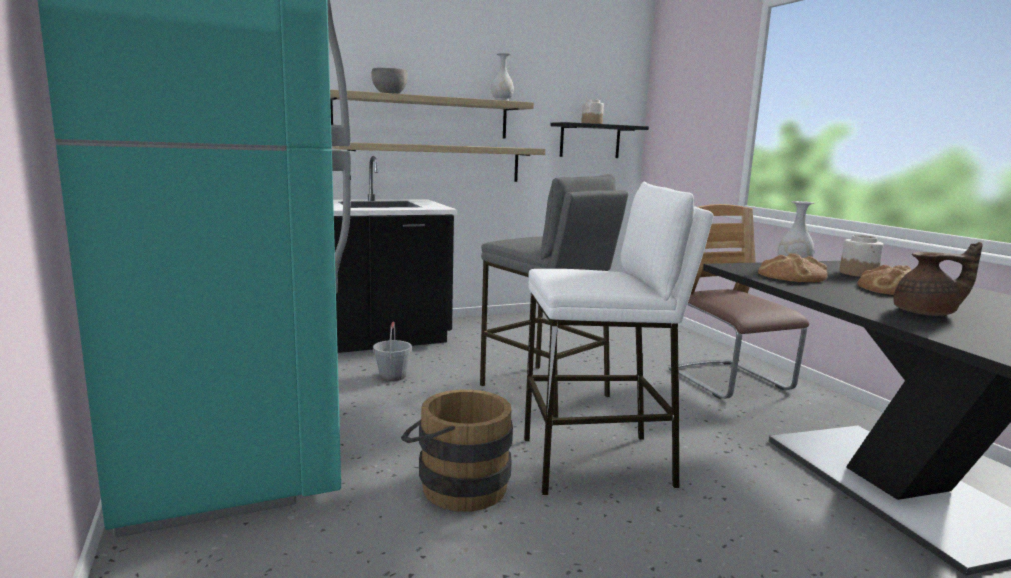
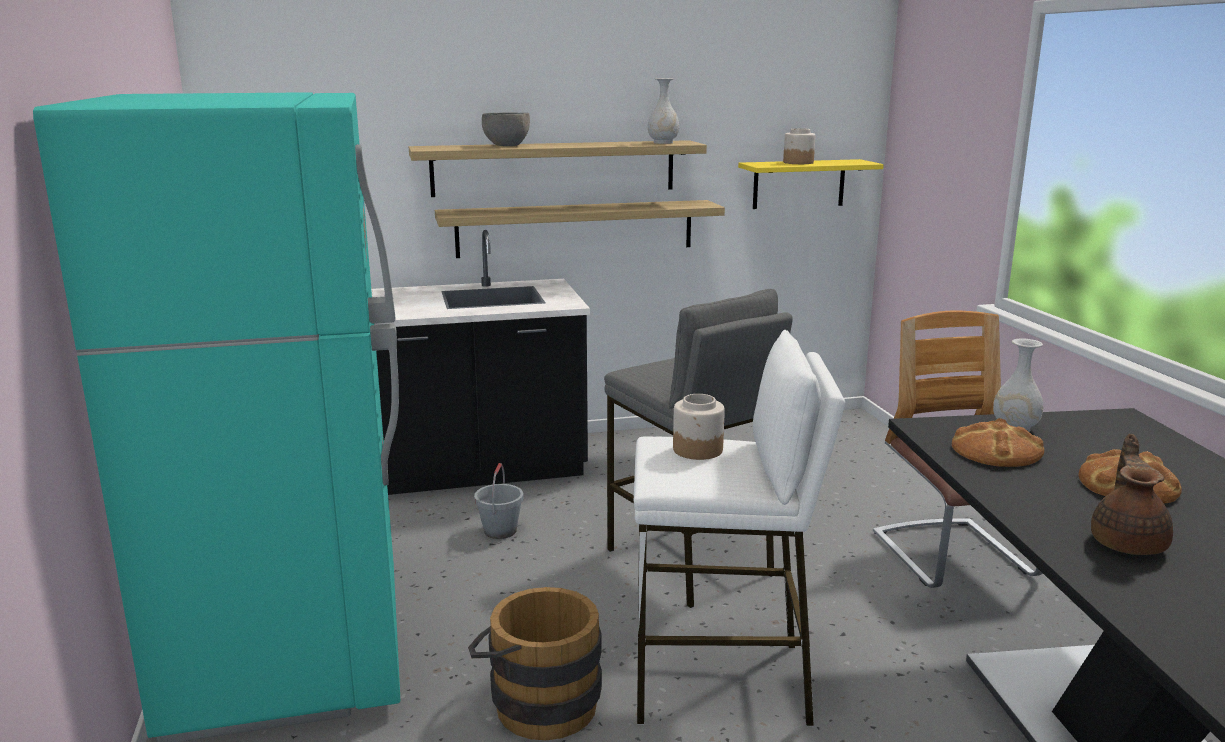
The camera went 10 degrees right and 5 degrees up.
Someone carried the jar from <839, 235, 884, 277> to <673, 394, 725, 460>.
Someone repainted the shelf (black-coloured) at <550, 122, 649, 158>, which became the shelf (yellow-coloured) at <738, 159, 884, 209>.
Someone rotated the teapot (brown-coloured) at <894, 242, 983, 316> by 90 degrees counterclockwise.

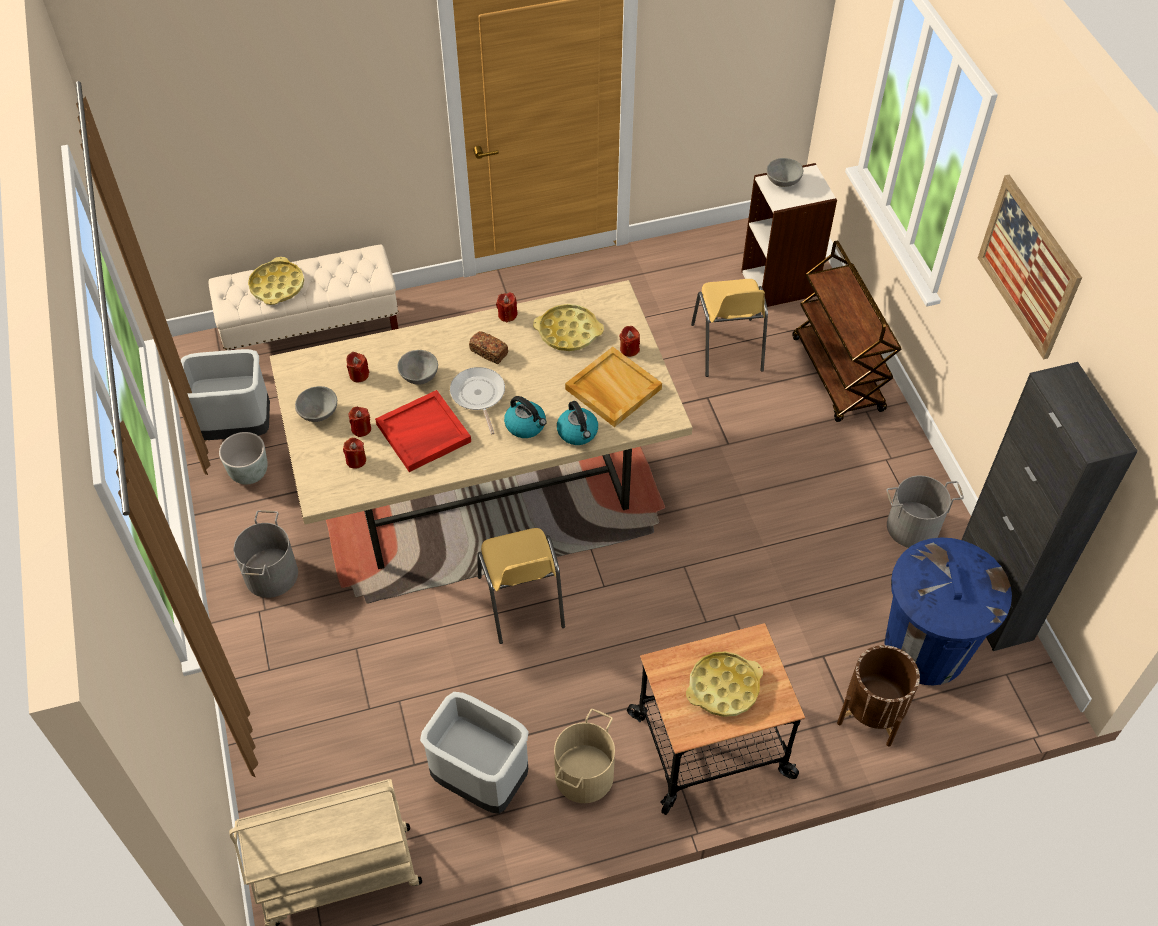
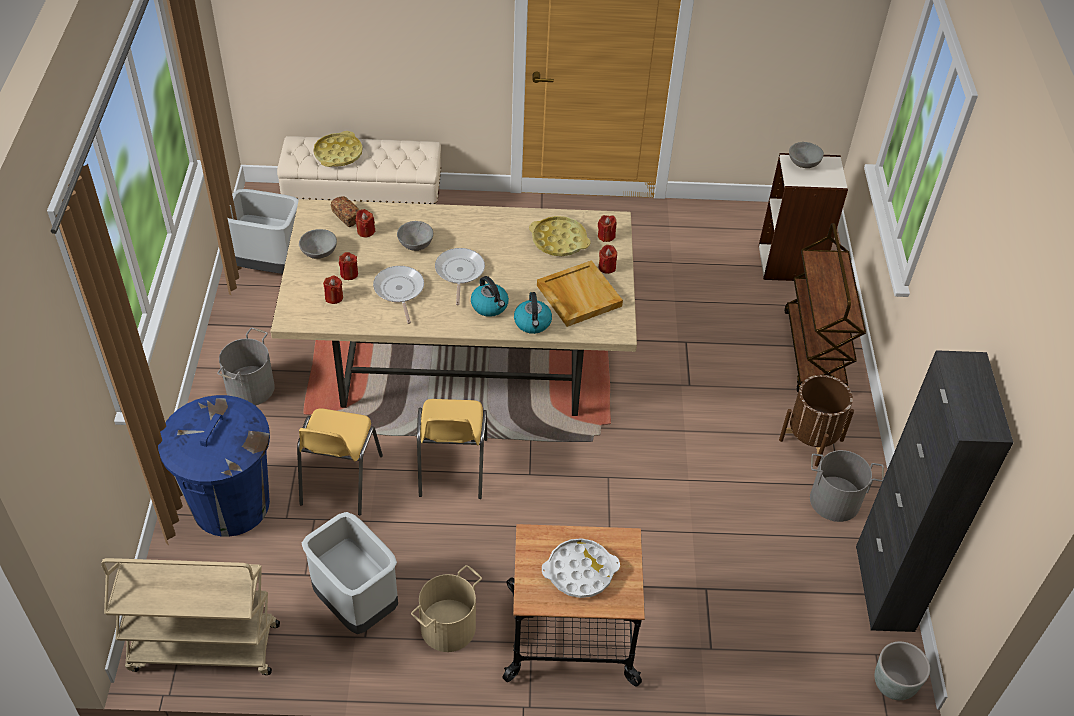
The camera went 15 degrees right and 5 degrees down.
Someone carried the waste bin (blue) from <885, 537, 1012, 685> to <158, 395, 270, 537>.
Someone carried the upright chair (yellow-coloured) from <691, 279, 768, 377> to <297, 408, 383, 515>.
Someone carried the bread from <469, 331, 508, 364> to <331, 196, 359, 227>.
Someone swapped the serving tray (reddish) at <375, 390, 471, 472> for the skillet at <373, 266, 424, 324>.
Someone repainted the serving tray (yellow-coloured) at <686, 651, 763, 717>, which became the serving tray (whitish) at <542, 538, 620, 598>.
Someone carried the candle (reddish) from <496, 292, 518, 322> to <598, 215, 616, 242>.
Someone carried the plant pot (brown-coloured) from <837, 645, 920, 747> to <779, 375, 854, 467>.
Someone carried the plant pot (grey) from <219, 432, 268, 485> to <875, 642, 930, 700>.
Someone took away the wall picture at <978, 175, 1082, 359>.

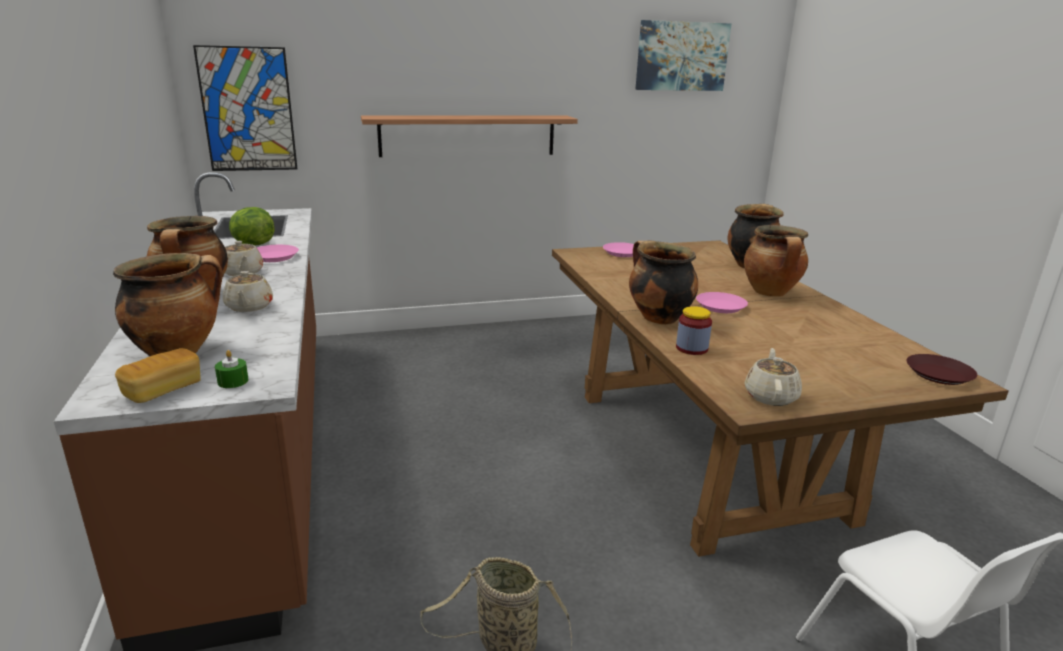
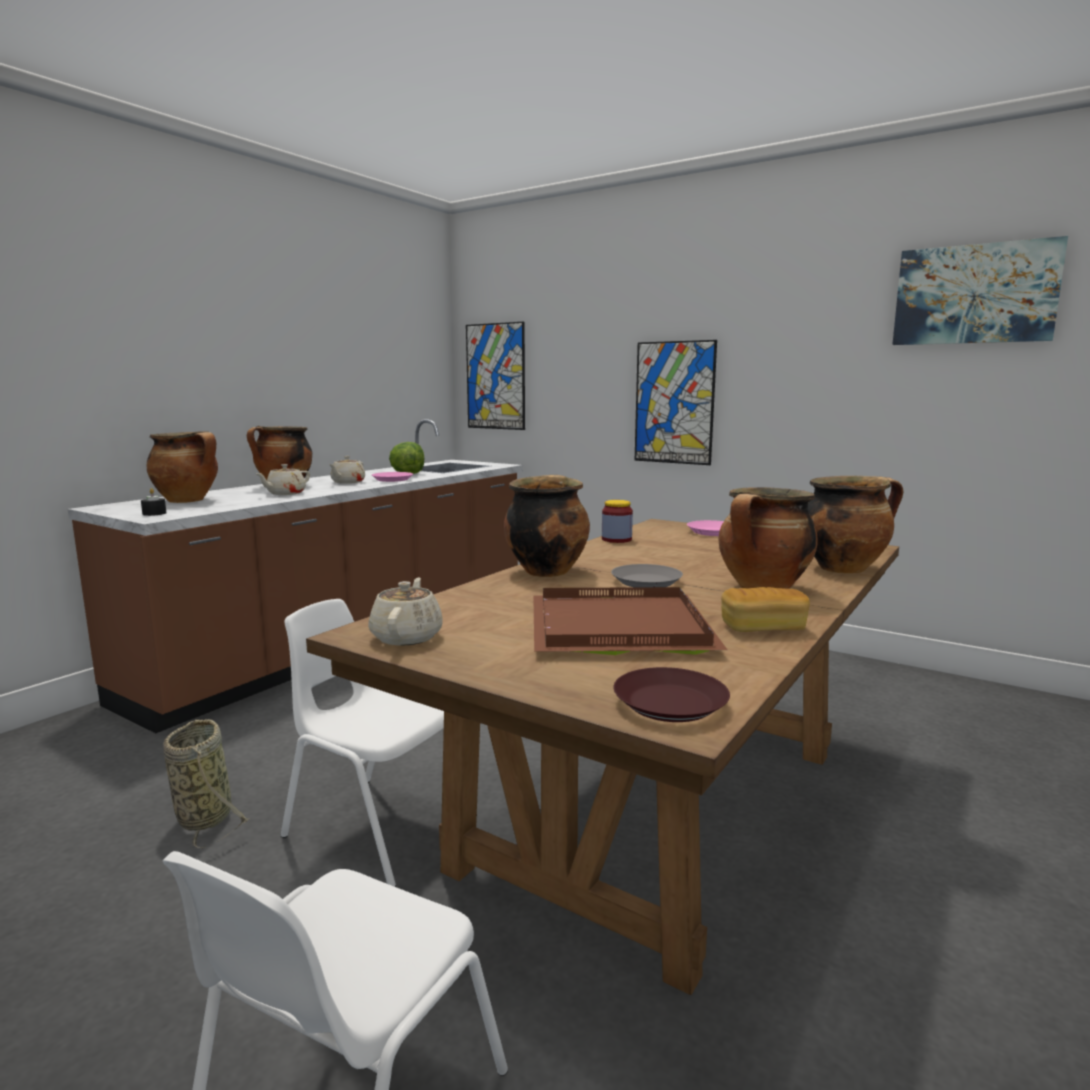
The camera went 50 degrees right and 10 degrees down.
Someone repainted the candle (green) at <215, 350, 249, 388>, which became the candle (black-coloured) at <141, 488, 166, 516>.
Someone put down the upright chair (whitish) at <281, 599, 444, 887>.
Someone rotated the teapot (beige-coloured) at <745, 348, 802, 406> by 60 degrees counterclockwise.
Someone put down the serving tray (brown-coloured) at <533, 587, 727, 655>.
Someone carried the jar from <676, 306, 712, 355> to <602, 500, 633, 543>.
Someone repainted the flat dish (pinkish) at <696, 292, 748, 313>, which became the flat dish (grey) at <611, 564, 683, 587>.
Someone swapped the shelf at <361, 115, 578, 157> for the wall picture at <635, 340, 717, 465>.
Someone carried the bread from <115, 348, 201, 403> to <721, 587, 810, 632>.

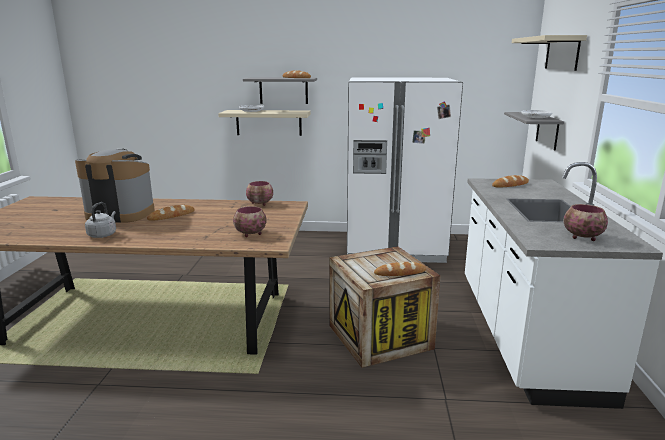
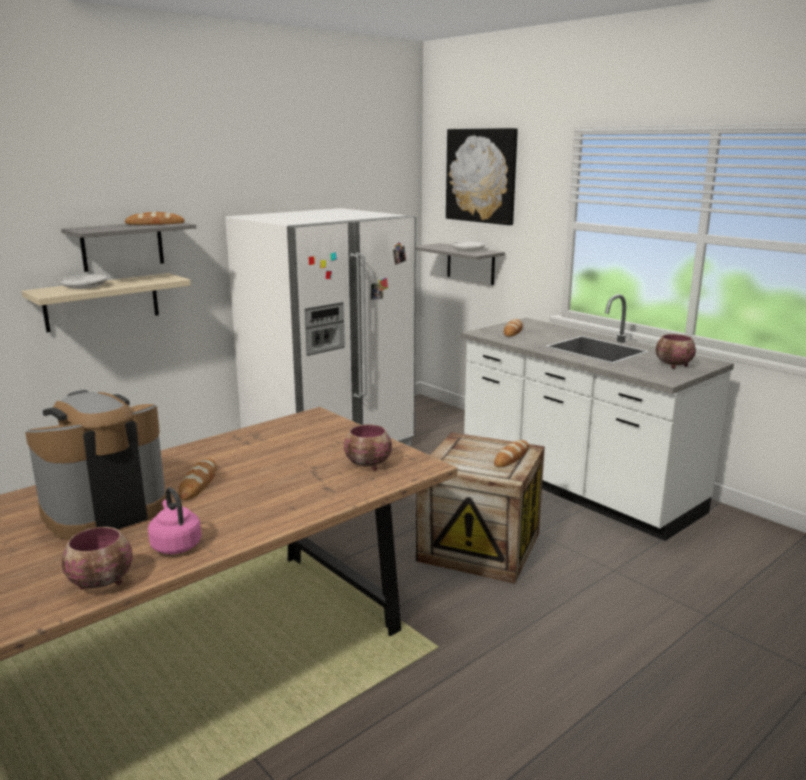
The camera went 45 degrees left and 0 degrees up.
Someone carried the bowl from <246, 181, 273, 206> to <62, 527, 133, 589>.
Someone repainted the water kettle (grey) at <85, 202, 116, 238>, which became the water kettle (pinkish) at <148, 487, 201, 554>.
Someone swapped the shelf (beige-coloured) at <512, 35, 587, 71> for the wall picture at <446, 128, 518, 225>.

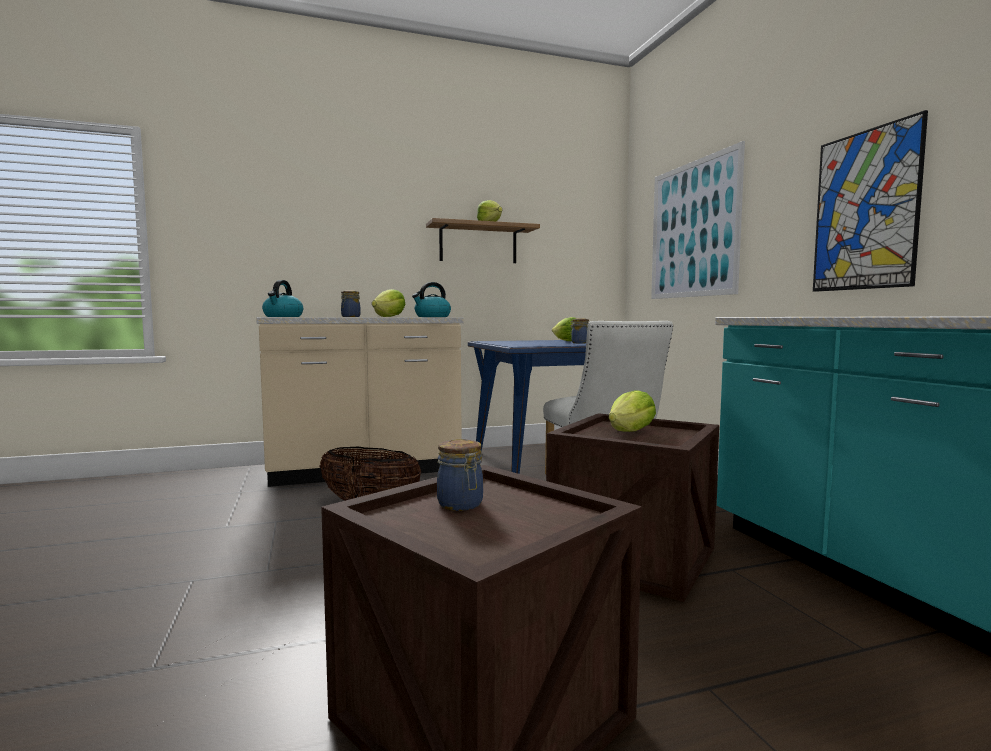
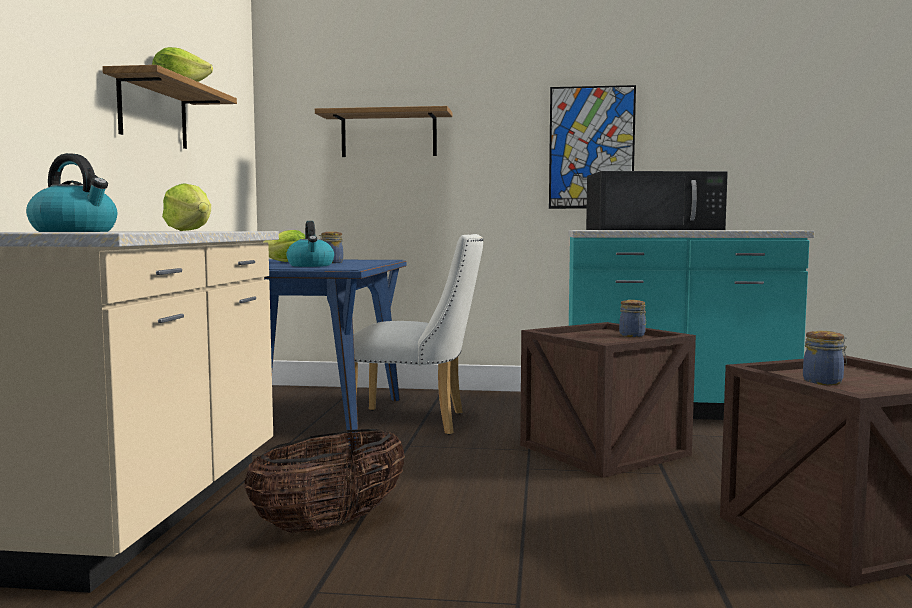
The camera went 65 degrees left and 0 degrees up.
Someone carried the water kettle from <412, 282, 451, 317> to <286, 221, 334, 267>.
Someone swapped the wall picture at <651, 141, 745, 299> for the shelf at <315, 106, 453, 157>.
Someone put down the kitchen microwave (black-coloured) at <586, 171, 728, 230>.
Someone carried the jar from <341, 290, 361, 317> to <619, 300, 646, 337>.
Someone took away the head of lettuce at <609, 390, 656, 432>.

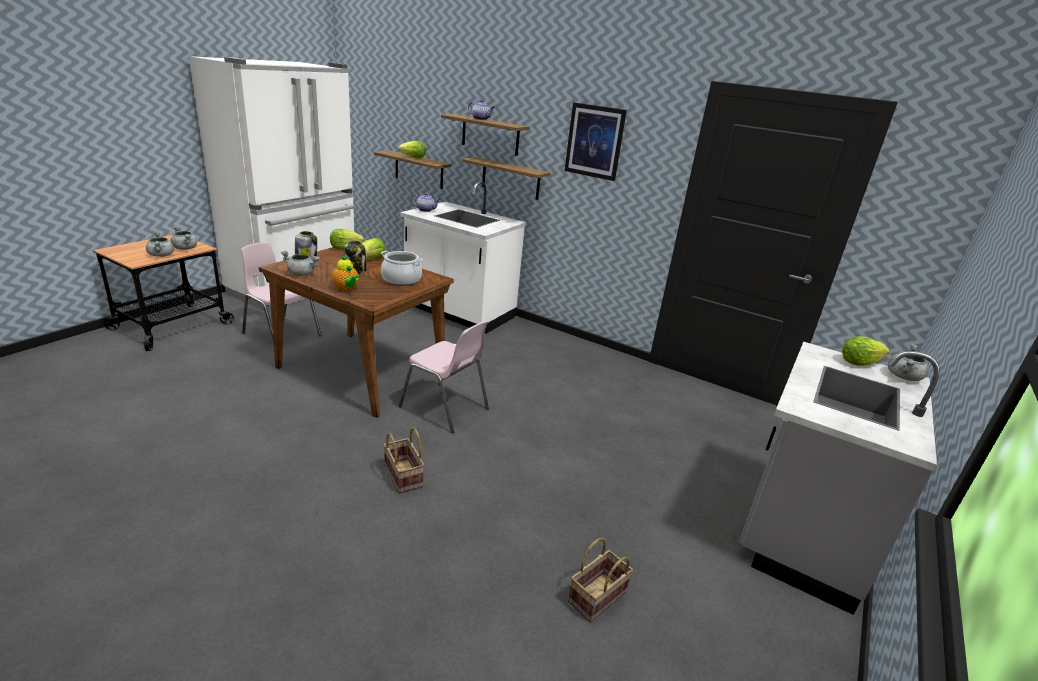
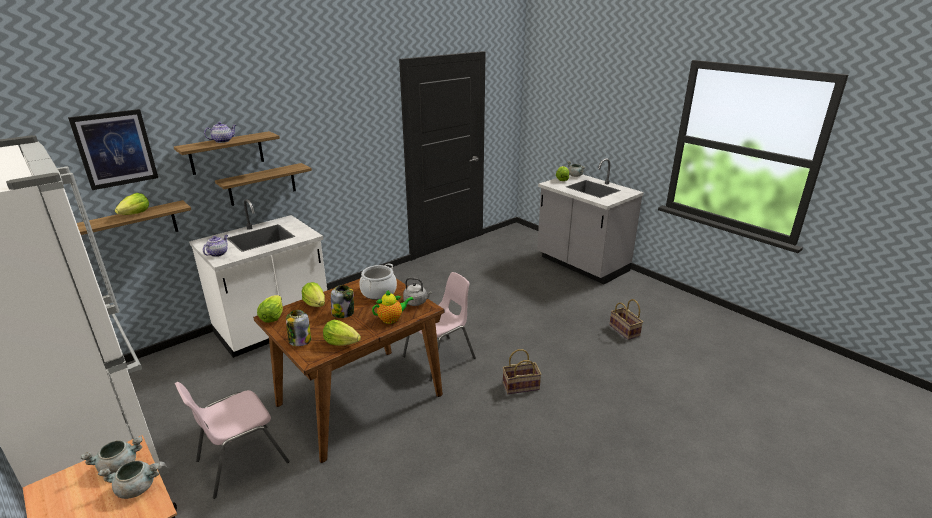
The camera went 70 degrees left and 0 degrees up.
Someone carried the wall picture from <564, 102, 627, 181> to <68, 109, 158, 190>.
Someone swapped the saucepot (grey) at <281, 251, 320, 276> for the head of lettuce at <323, 320, 361, 346>.
Someone put down the water kettle (grey) at <403, 277, 432, 306>.

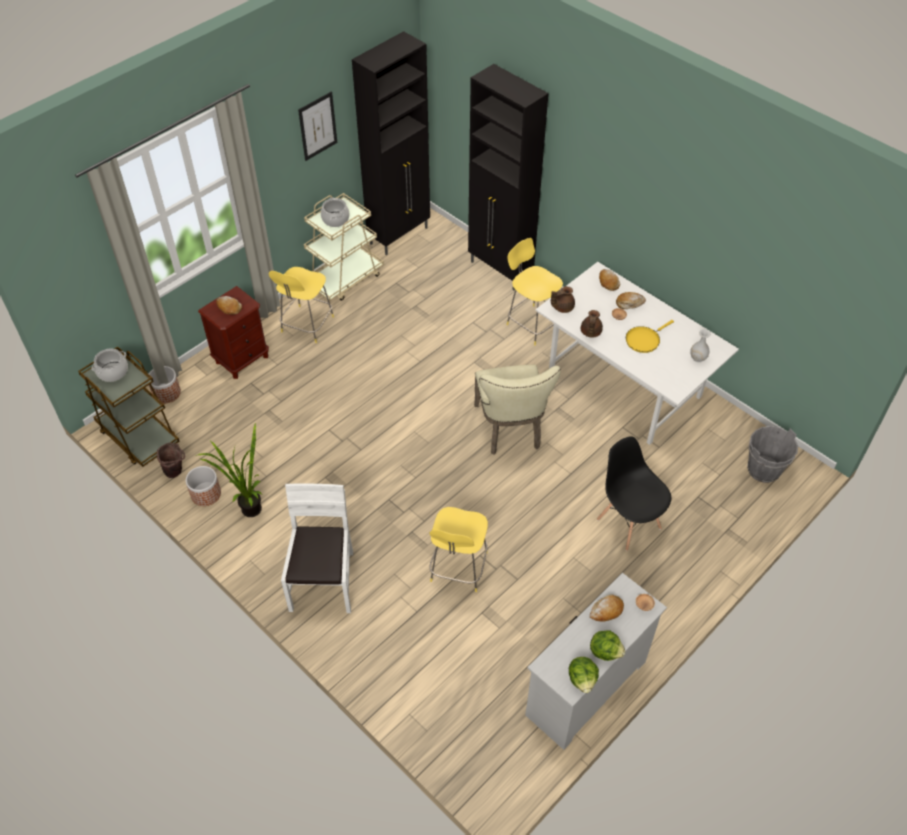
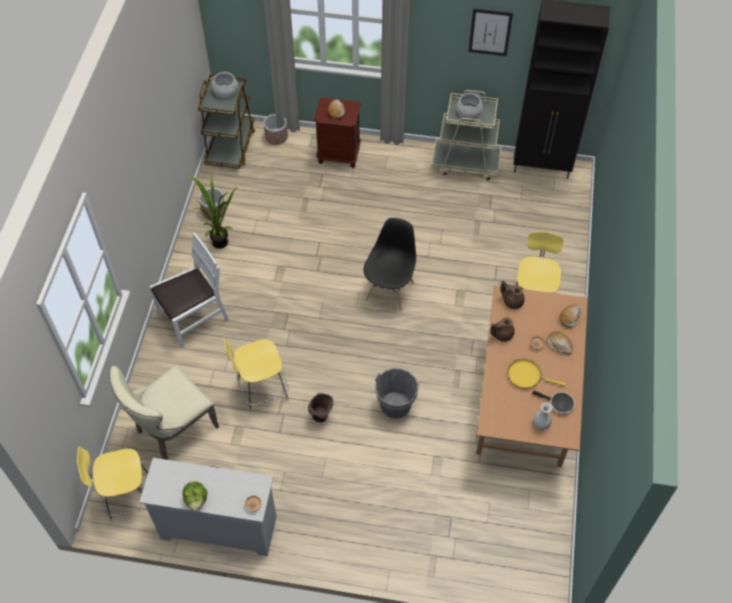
The camera went 55 degrees right and 5 degrees up.
Someone carried the stool seat (yellow-coloured) from <269, 267, 334, 343> to <77, 446, 149, 522>.
Someone carried the upright chair (beige-coloured) from <474, 365, 561, 455> to <109, 366, 219, 460>.
Someone carried the bucket (brown-coloured) from <157, 443, 185, 478> to <308, 393, 333, 422>.
Someone carried the upright chair (black-coloured) from <597, 436, 672, 551> to <364, 218, 416, 312>.
Someone carried the bucket (grey) from <747, 426, 798, 483> to <375, 368, 419, 419>.
Someone repainted the dining table (whitish) at <535, 262, 739, 445>, which became the dining table (brown-coloured) at <476, 285, 588, 467>.
Someone put down the skillet at <532, 391, 575, 414>.
Someone took away the cupboard (black-coloured) at <468, 64, 548, 290>.
Someone took away the head of lettuce at <569, 657, 599, 693>.
Someone took away the bread at <590, 594, 624, 621>.

